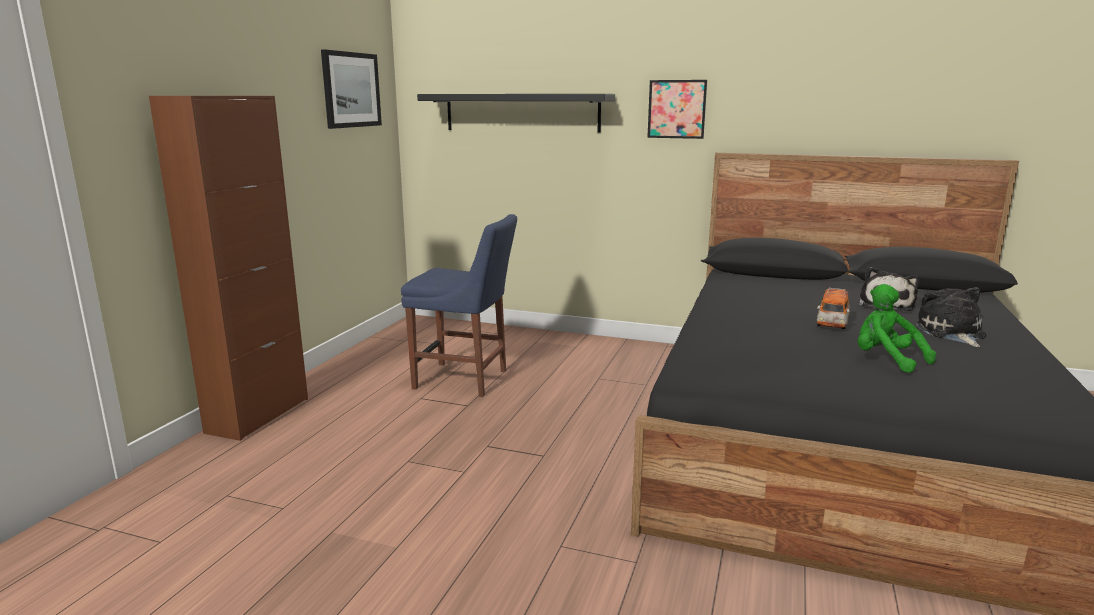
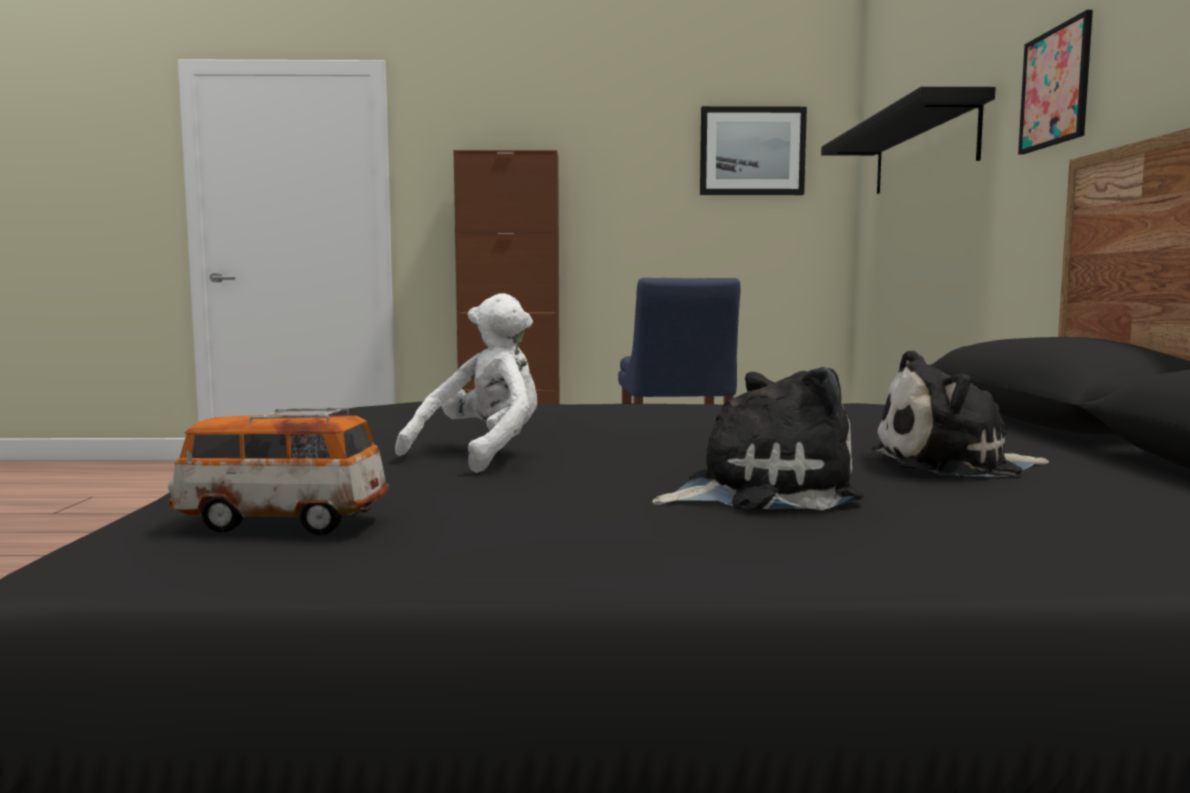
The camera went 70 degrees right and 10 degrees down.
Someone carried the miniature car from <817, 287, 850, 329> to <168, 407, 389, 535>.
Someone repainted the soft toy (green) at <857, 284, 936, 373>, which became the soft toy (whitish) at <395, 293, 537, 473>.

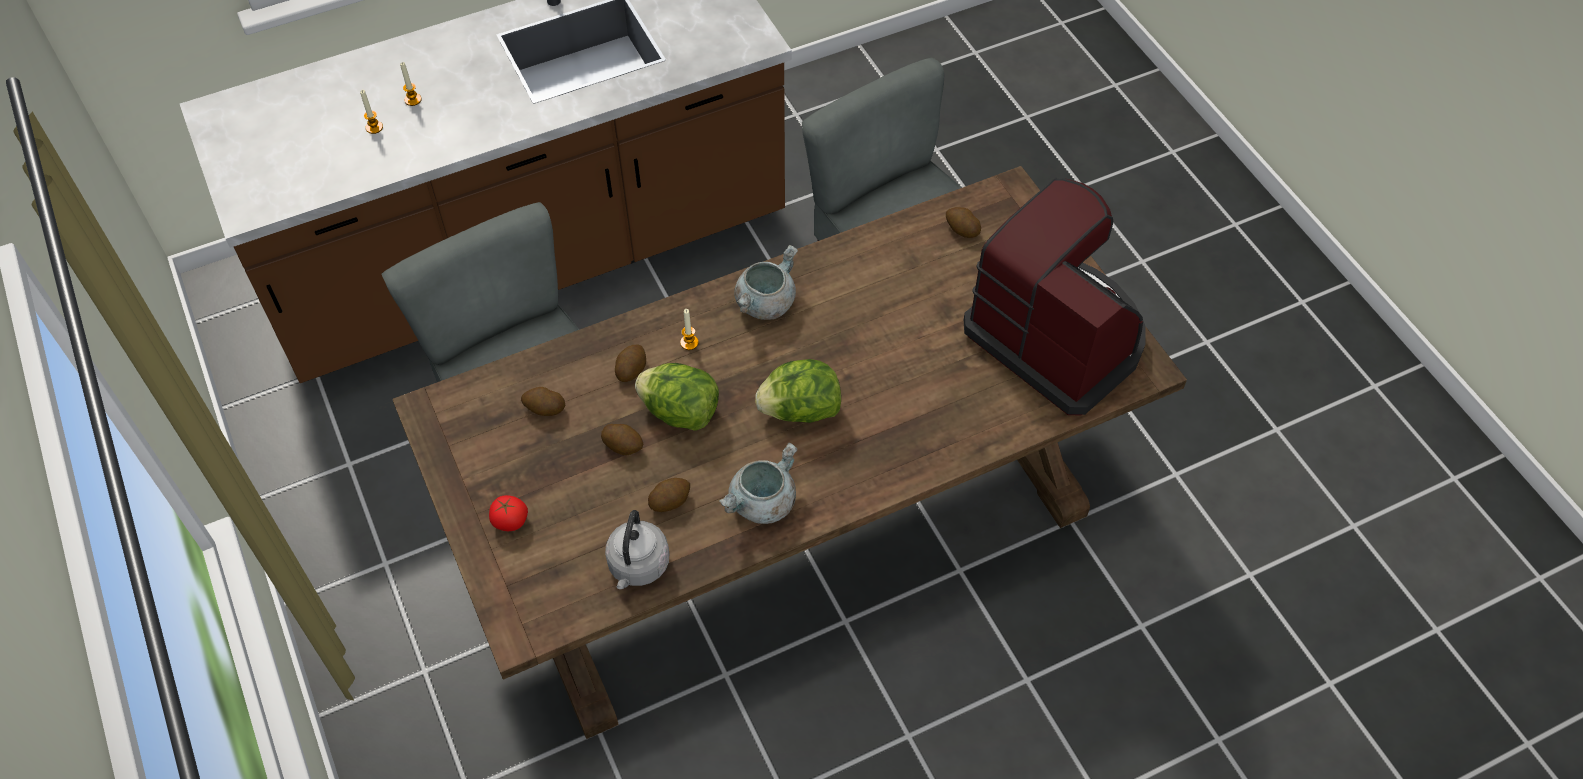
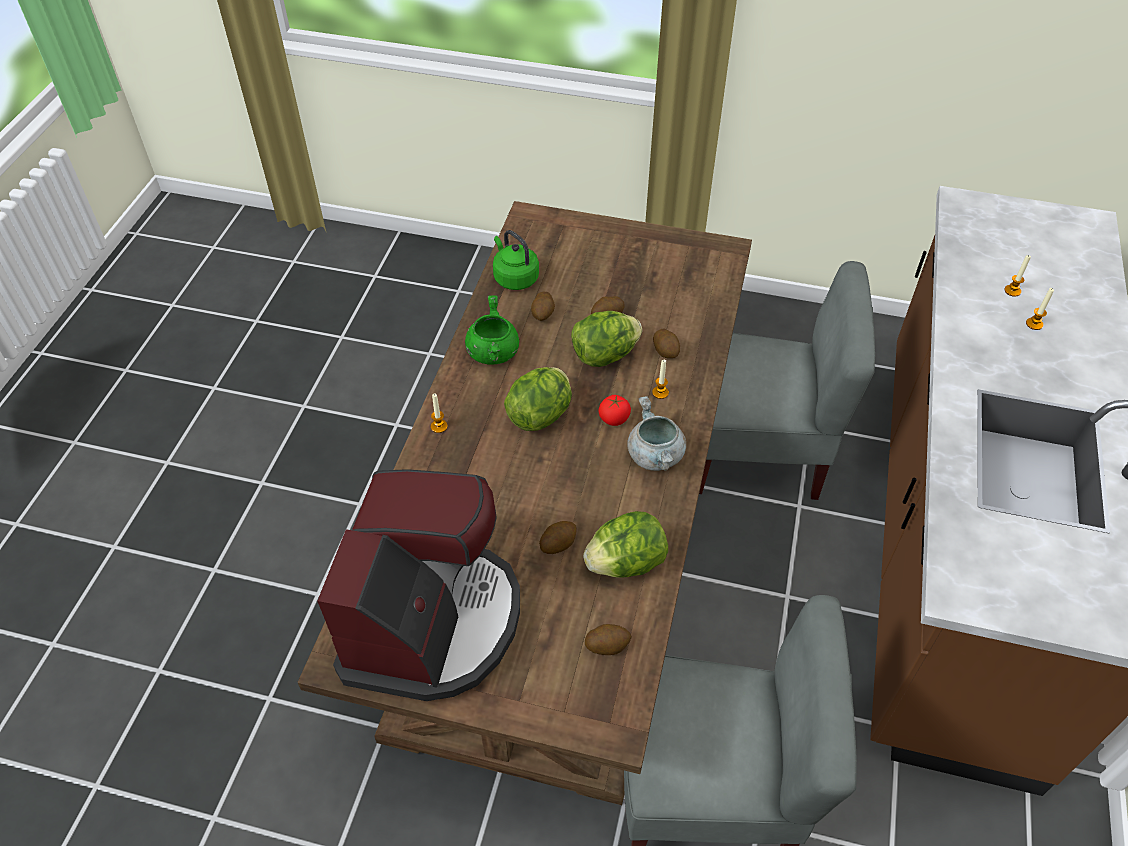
The camera went 130 degrees right and 5 degrees down.
Someone rotated the coffee maker at <964, 178, 1145, 415> by 75 degrees counterclockwise.
Someone put down the candle at <431, 394, 448, 433>.
Someone repainted the saucepot (grey) at <719, 442, 798, 524>, which became the saucepot (green) at <465, 295, 519, 365>.
Someone repainted the water kettle (grey) at <605, 510, 669, 589>, which became the water kettle (green) at <493, 230, 539, 290>.
Someone carried the spud from <521, 387, 565, 416> to <539, 521, 577, 554>.
Someone put down the head of lettuce at <583, 511, 668, 578>.
Someone carried the tomato from <489, 495, 528, 531> to <599, 395, 631, 426>.

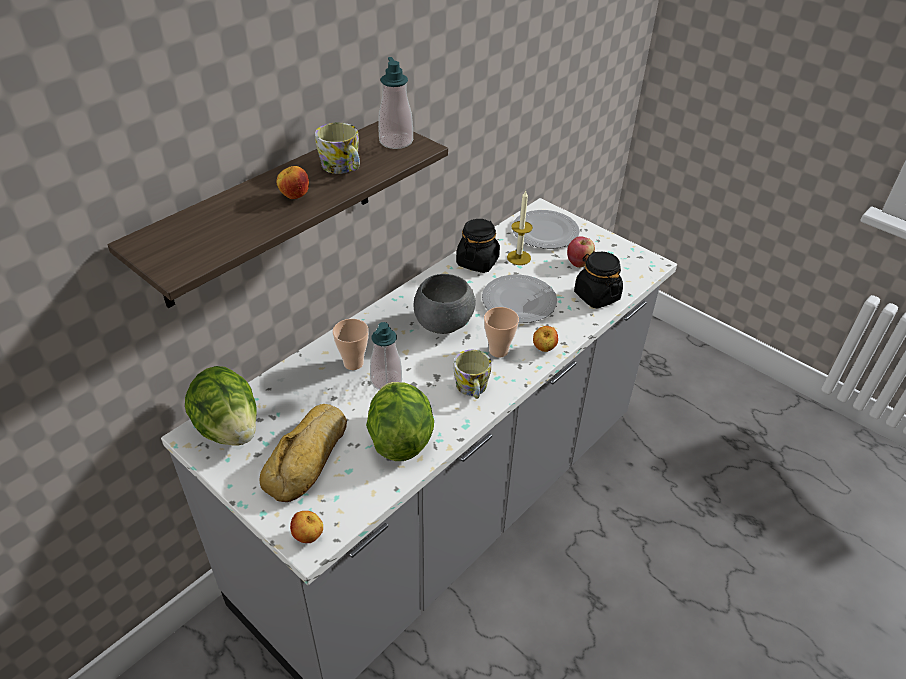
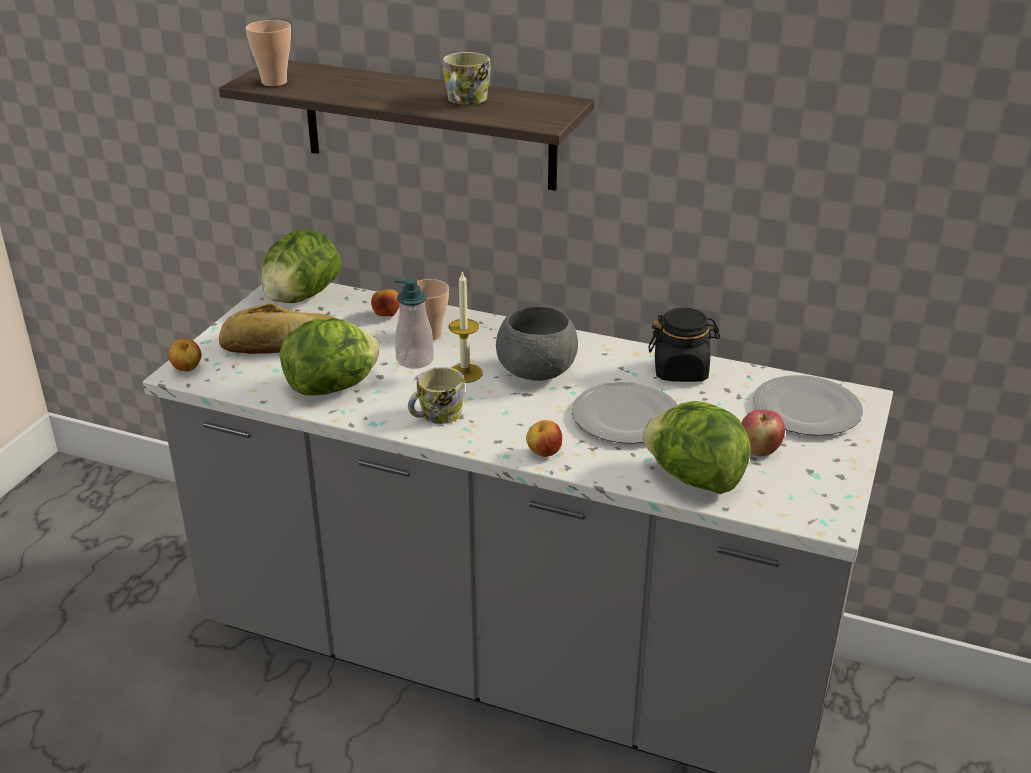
The camera went 70 degrees right and 10 degrees down.
Someone carried the small cup from <484, 307, 519, 358> to <246, 20, 291, 86>.
Someone carried the whole apple from <276, 166, 309, 199> to <371, 289, 399, 317>.
Someone carried the candle from <507, 190, 533, 265> to <449, 271, 483, 383>.
Someone swapped the jar (black-coloured) at <574, 251, 623, 309> for the head of lettuce at <642, 401, 751, 494>.
Someone took away the soap dispenser at <378, 57, 413, 149>.

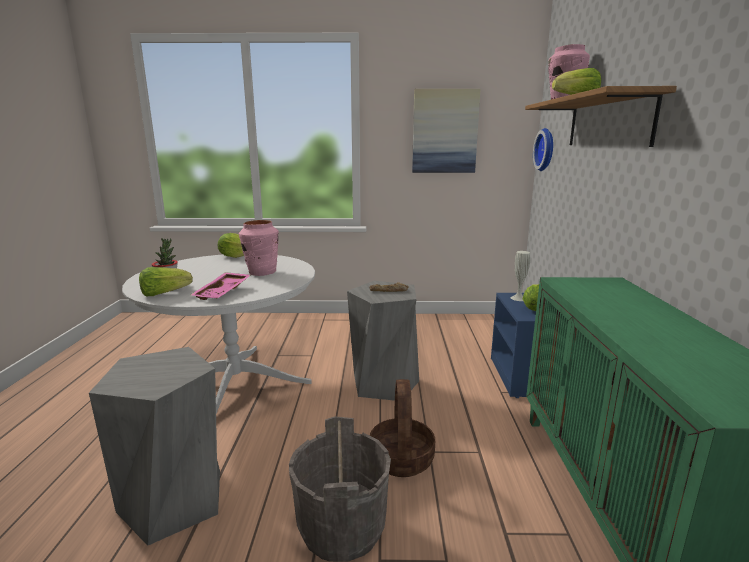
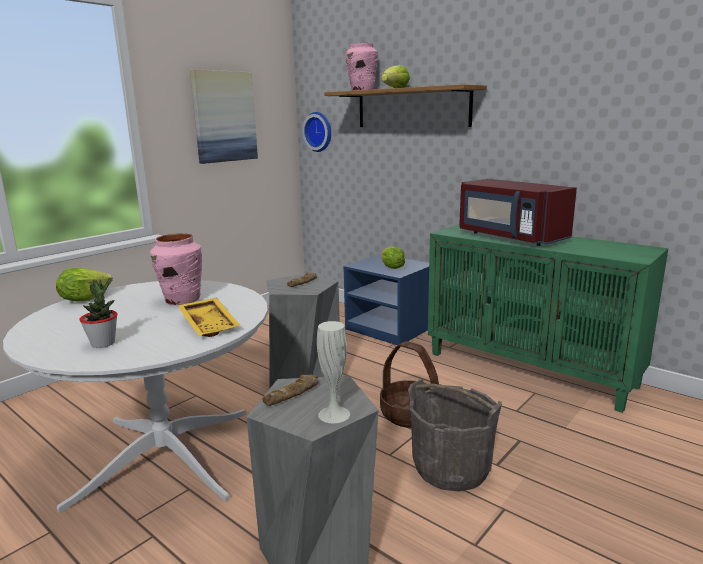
The camera went 50 degrees left and 0 degrees up.
Someone repainted the serving tray (pinkish) at <191, 273, 251, 300>, which became the serving tray (yellow-coloured) at <178, 298, 240, 337>.
Someone put down the bread at <263, 375, 318, 406>.
Someone carried the vase (whitish) from <510, 251, 530, 301> to <317, 321, 350, 423>.
Someone put down the kitchen microwave (reddish) at <459, 179, 577, 246>.
Someone took away the head of lettuce at <139, 267, 193, 296>.

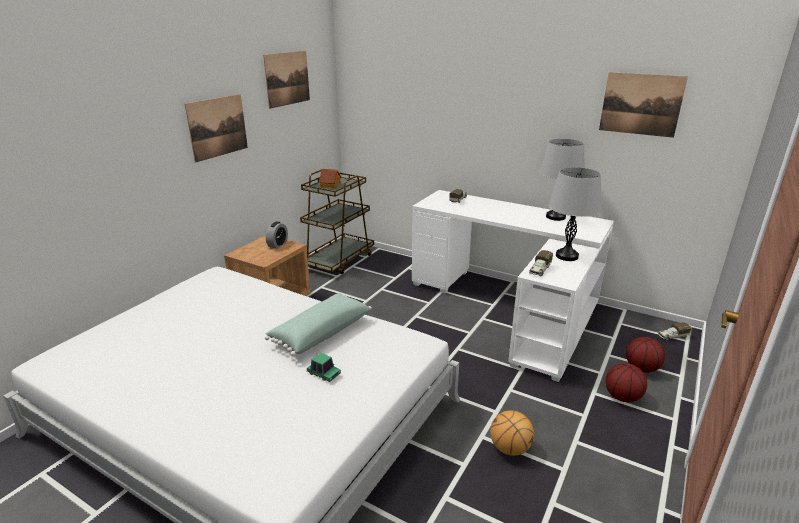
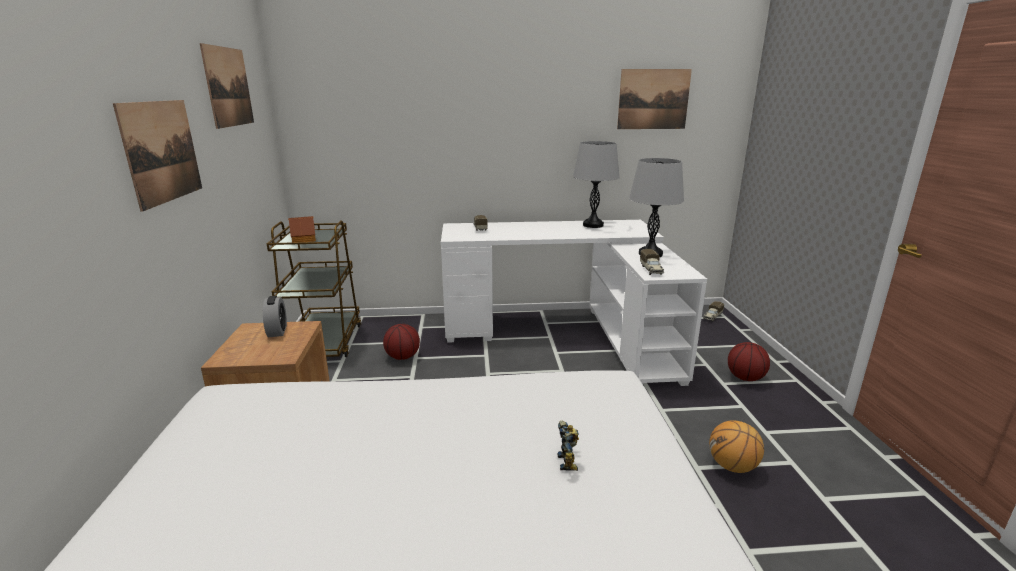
The camera went 35 degrees left and 5 degrees down.
Someone carried the basketball ball from <626, 337, 665, 373> to <383, 324, 420, 360>.
Someone swapped the miniature car at <307, 353, 341, 382> for the toy robot at <557, 421, 579, 471>.
Someone took away the cushion (green) at <265, 293, 372, 356>.

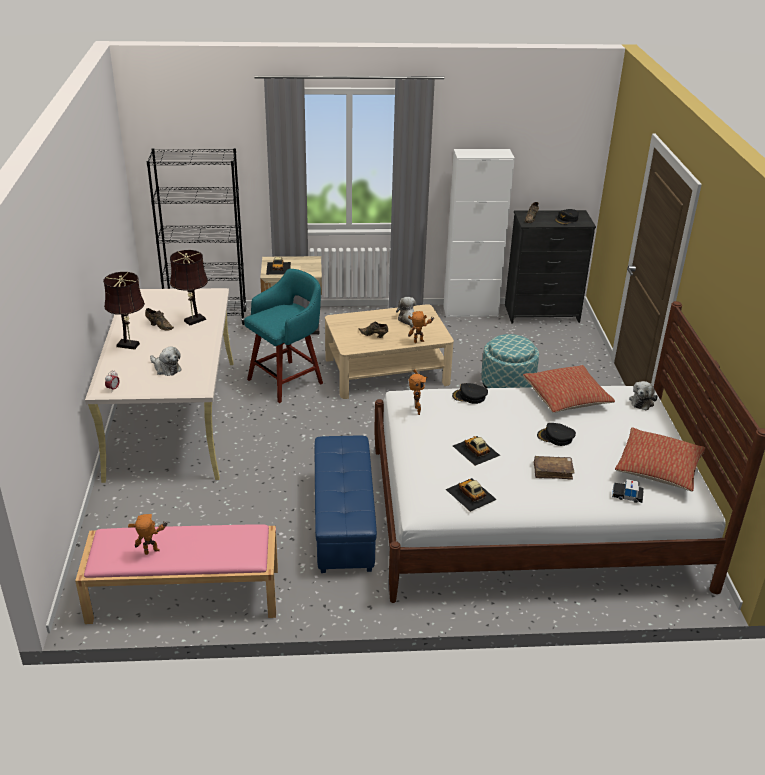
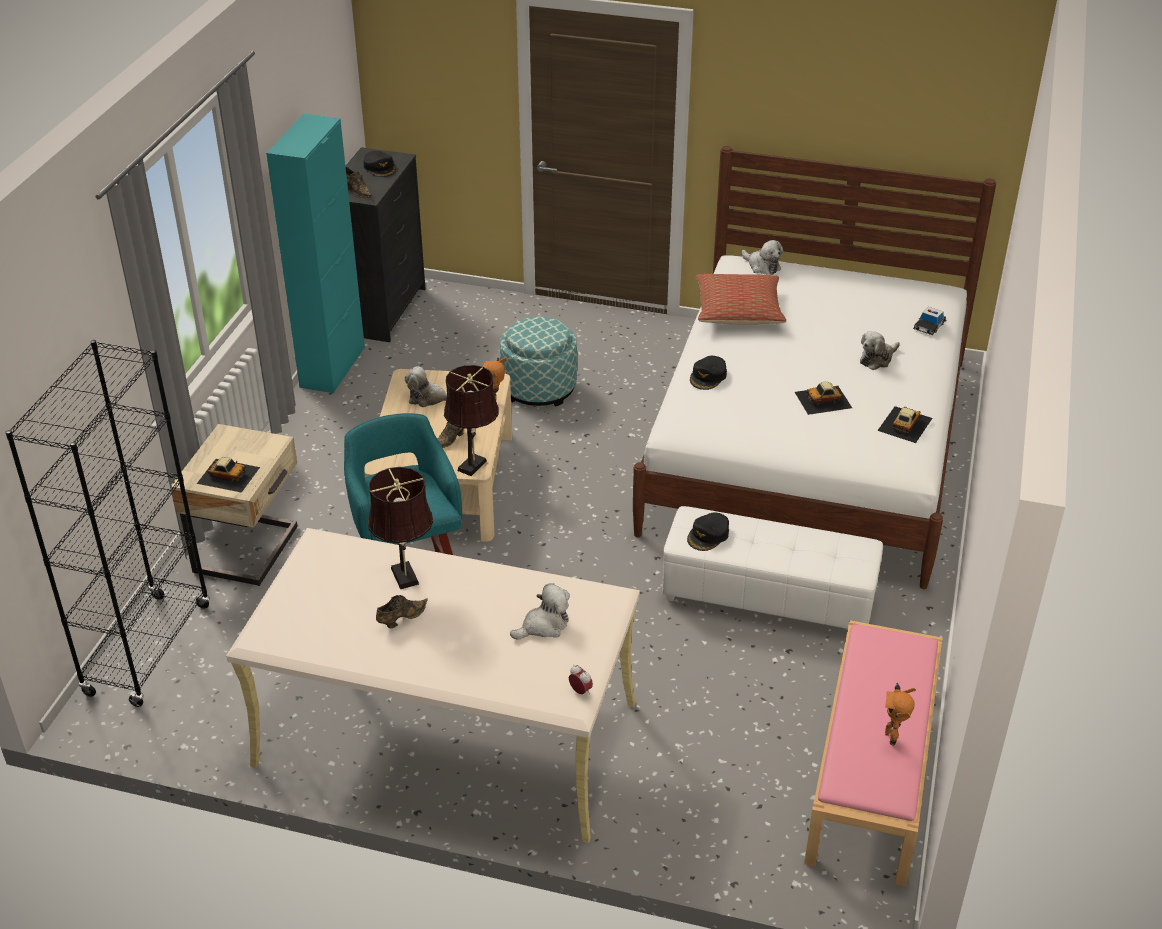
The camera went 70 degrees left and 5 degrees up.
Someone repainted the cupboard (whitish) at <444, 149, 515, 318>, which became the cupboard (turquoise-coloured) at <266, 114, 365, 393>.
Someone carried the tabletop lamp (brown-coloured) from <103, 272, 145, 350> to <444, 365, 499, 476>.
Someone repainted the footrest (blue) at <314, 436, 377, 573>, which became the footrest (whitish) at <662, 506, 883, 629>.
Someone carried the baseball cap (black-coloured) from <537, 423, 576, 446> to <687, 512, 729, 551>.
Someone swapped the book (brown-coloured) at <534, 456, 575, 480> for the soft toy at <860, 331, 900, 370>.
Someone rotated the miniature car at <446, 478, 497, 512> by 135 degrees clockwise.
Someone took away the toy robot at <408, 369, 427, 415>.
Someone took away the cushion at <615, 427, 705, 491>.

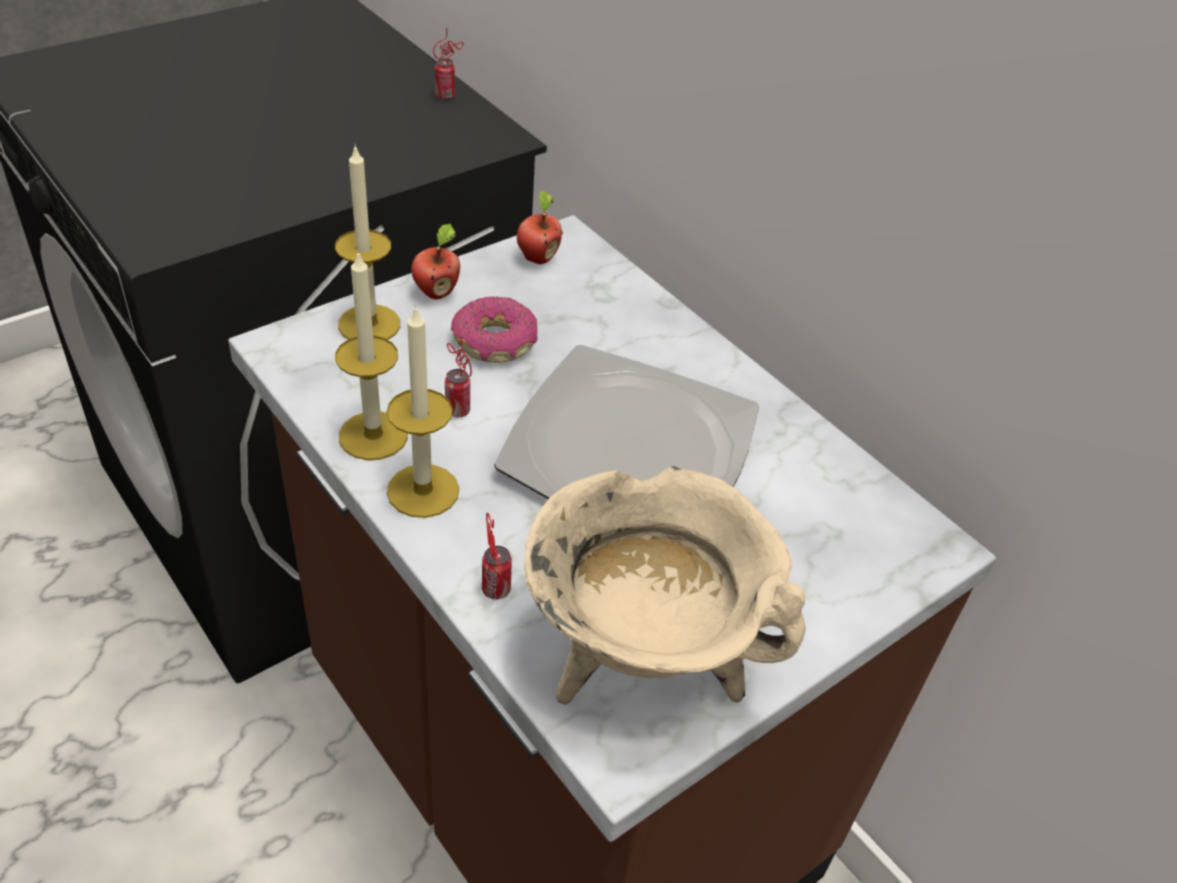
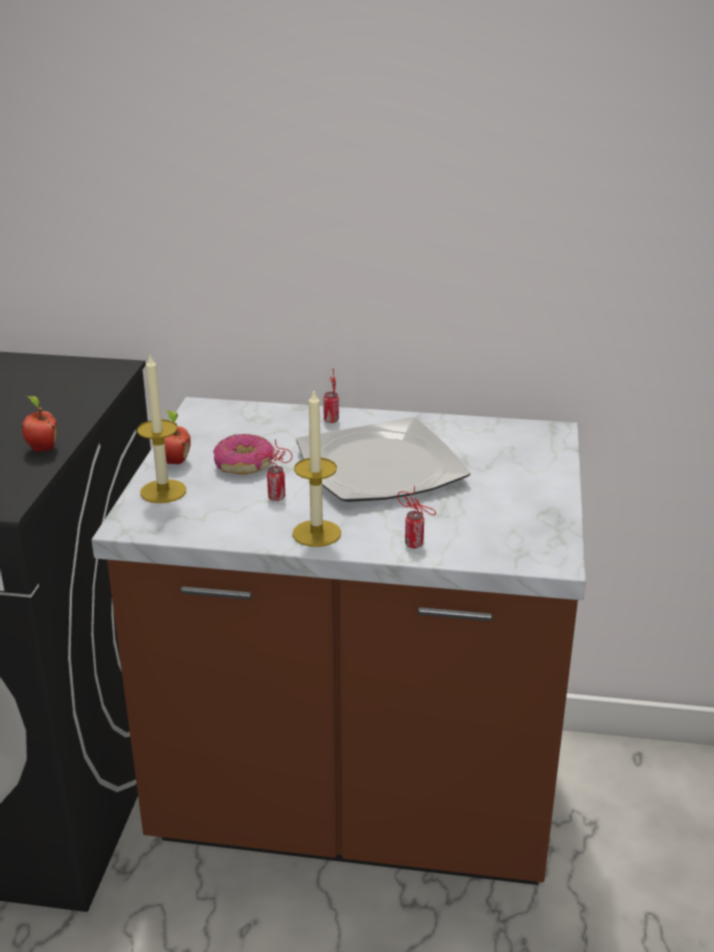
The camera went 40 degrees left and 15 degrees down.
Someone carried the whole apple from <517, 190, 563, 264> to <22, 396, 57, 452>.
Someone carried the sealed can from <433, 28, 463, 100> to <323, 368, 339, 423>.
Someone took away the candle at <335, 250, 408, 460>.
Someone took away the saucepot (beige-coloured) at <524, 466, 806, 705>.

